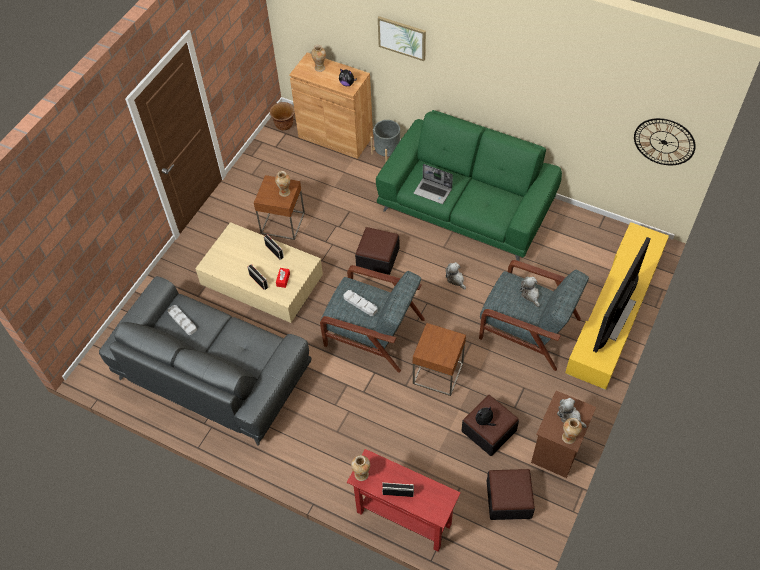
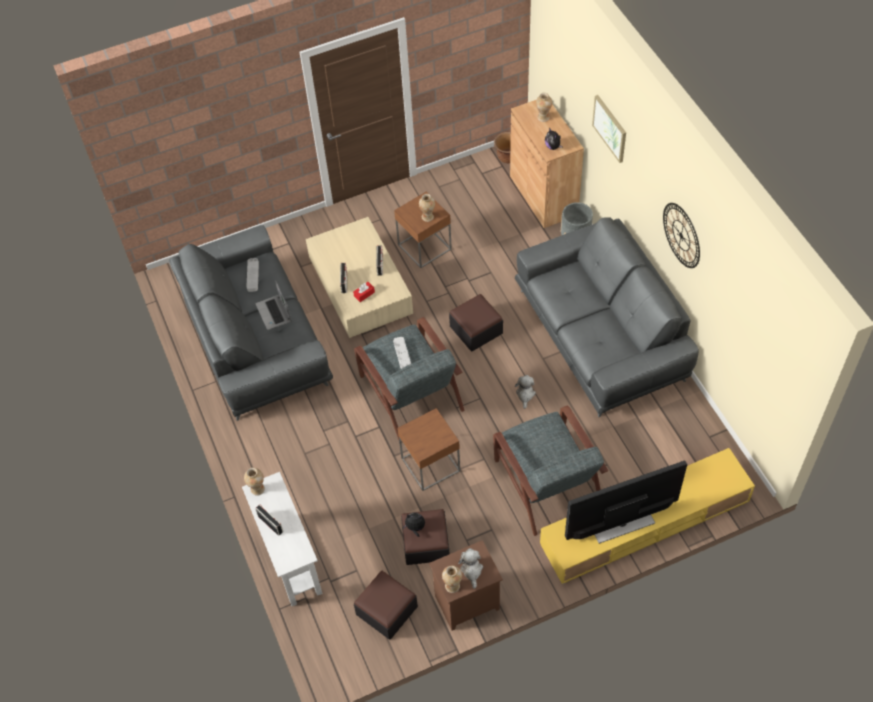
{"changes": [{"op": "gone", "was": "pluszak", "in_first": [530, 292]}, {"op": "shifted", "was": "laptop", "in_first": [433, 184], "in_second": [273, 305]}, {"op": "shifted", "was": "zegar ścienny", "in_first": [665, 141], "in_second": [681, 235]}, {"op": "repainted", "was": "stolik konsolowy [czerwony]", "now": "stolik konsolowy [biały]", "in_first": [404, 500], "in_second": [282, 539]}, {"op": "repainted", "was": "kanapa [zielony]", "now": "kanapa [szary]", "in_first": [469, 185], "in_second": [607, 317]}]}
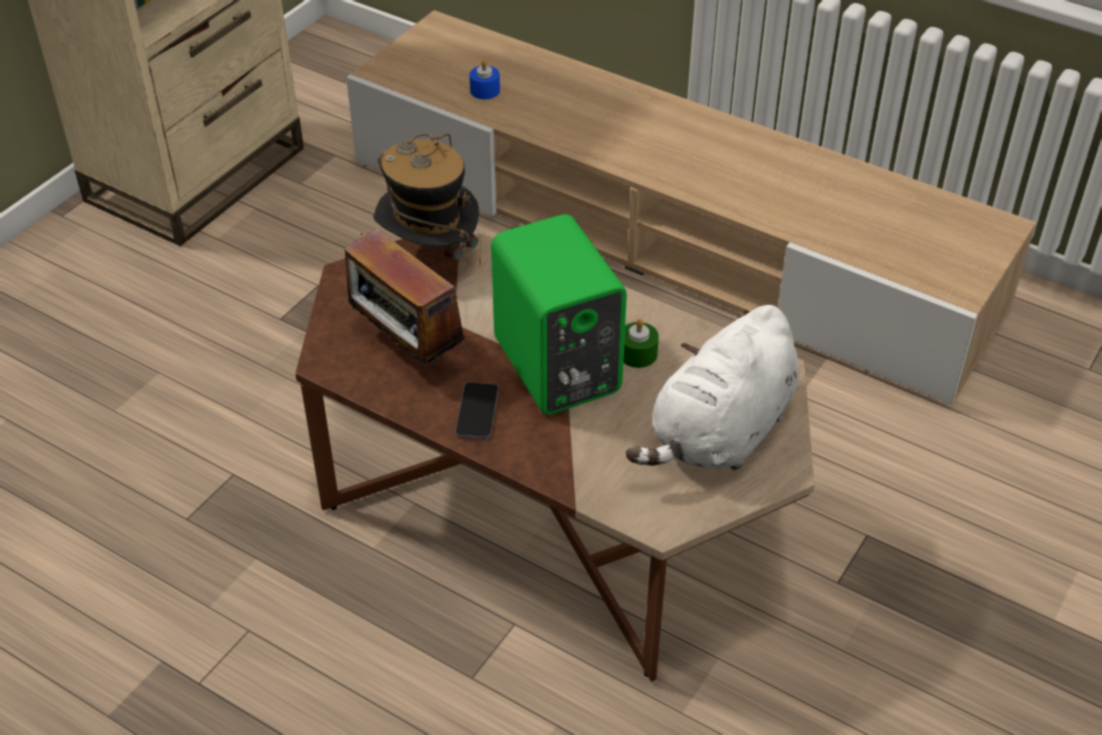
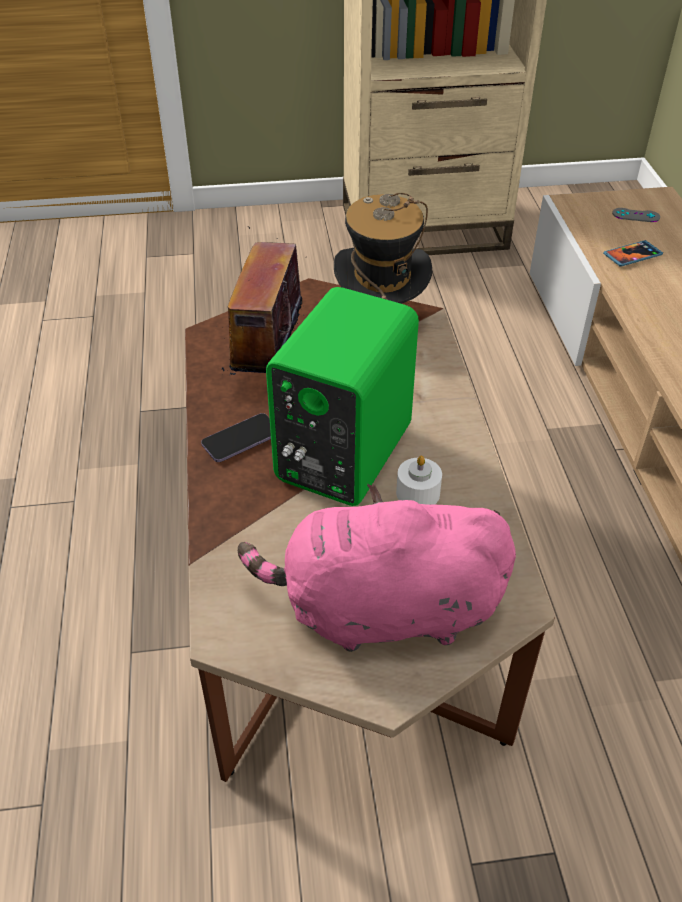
{"changes": [{"op": "new", "now": "pad do gier [szary]", "in_second": [636, 215]}, {"op": "swapped", "was": "świeca [niebieski]", "now": "telefon", "in_first": [484, 79], "in_second": [633, 253]}, {"op": "repainted", "was": "świeca [zielony]", "now": "świeca [biały]", "in_first": [641, 343], "in_second": [419, 480]}, {"op": "repainted", "was": "pluszak [biały]", "now": "pluszak [różowy]", "in_first": [712, 387], "in_second": [377, 568]}]}
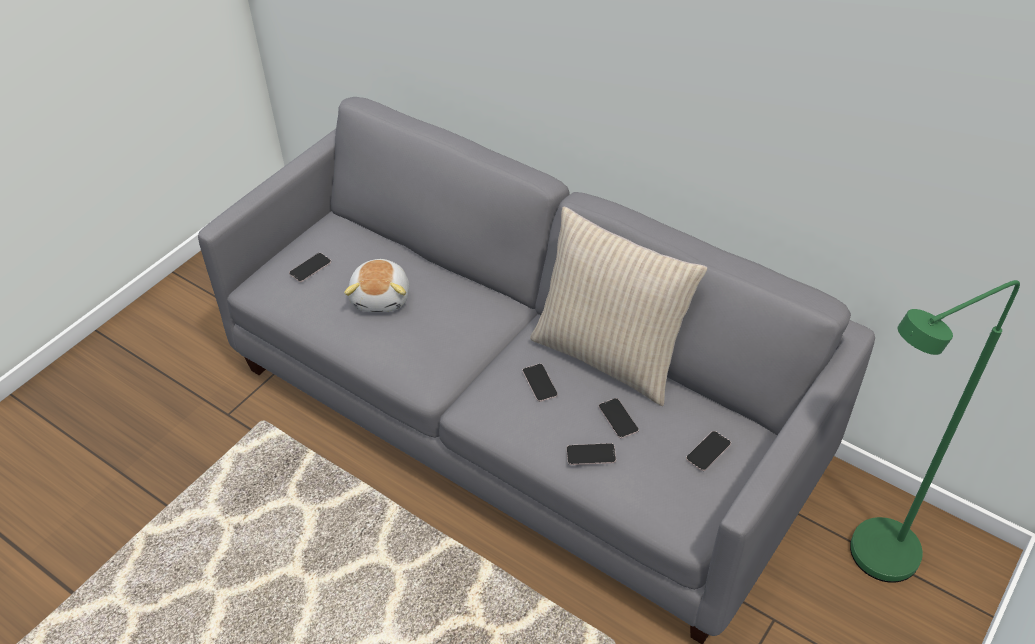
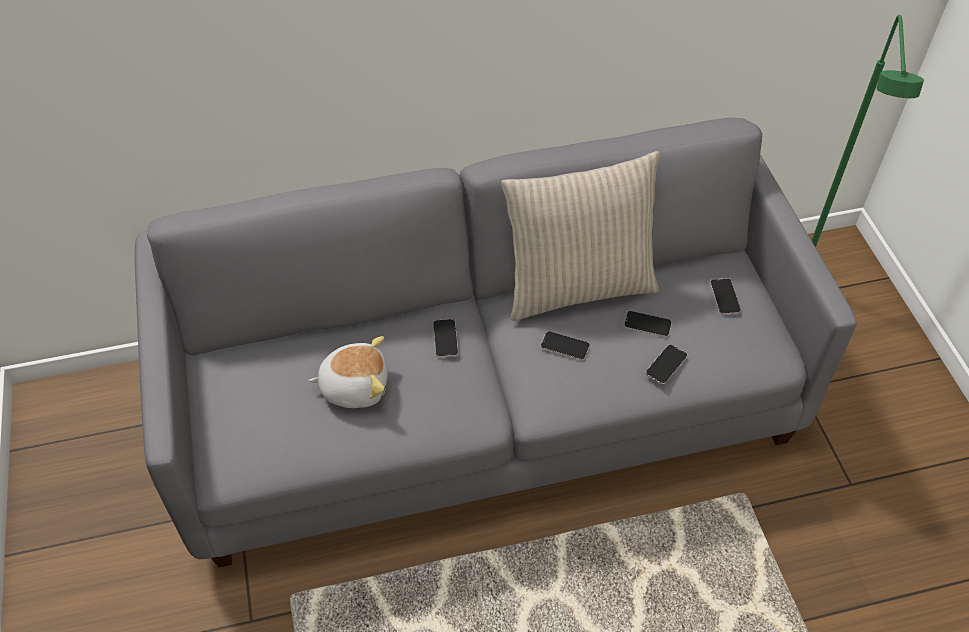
{"changes": [{"op": "shifted", "was": "telefon", "in_first": [310, 267], "in_second": [445, 338]}, {"op": "rotated", "was": "pluszak", "in_first": [376, 286], "in_second": [348, 372], "clockwise": -45}]}
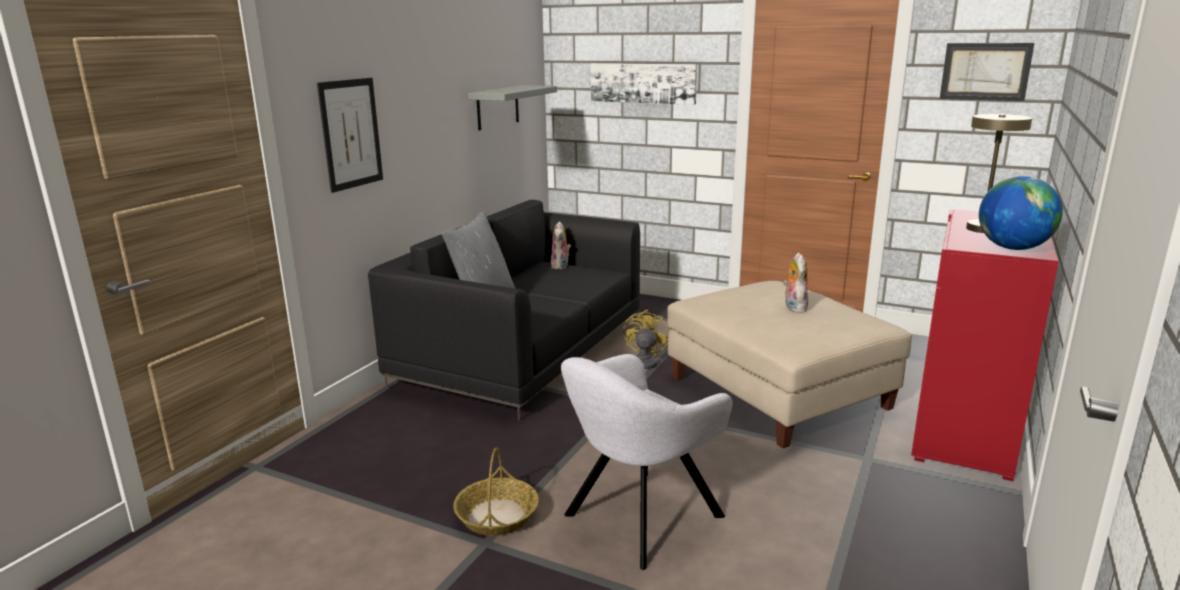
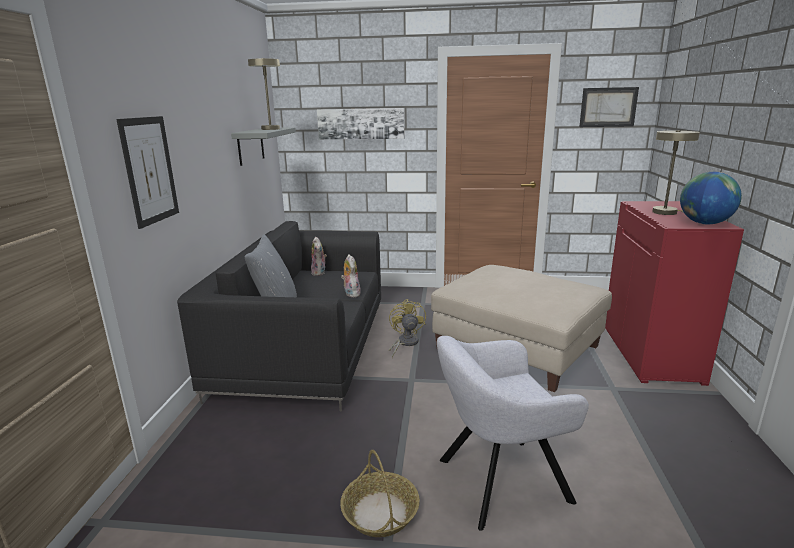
{"changes": [{"op": "new", "now": "lampa stołowa [beżowy]", "in_second": [264, 94]}, {"op": "shifted", "was": "pluszak", "in_first": [795, 283], "in_second": [351, 275]}, {"op": "rotated", "was": "fotel [szary]", "in_first": [647, 462], "in_second": [513, 433], "clockwise": 45}]}
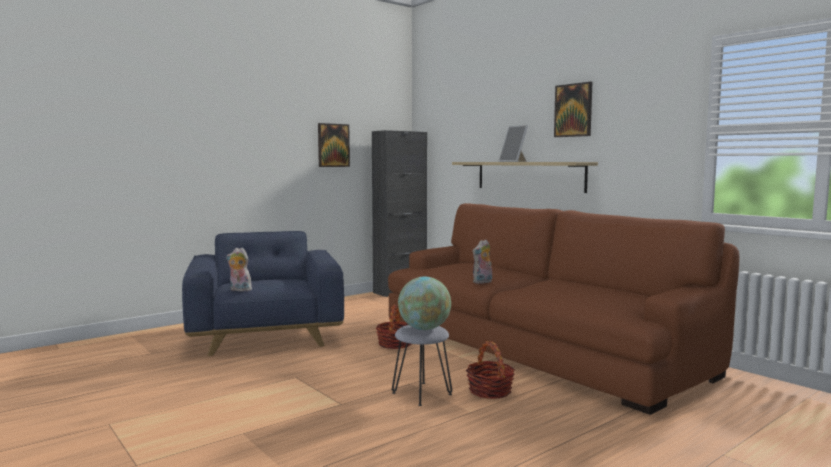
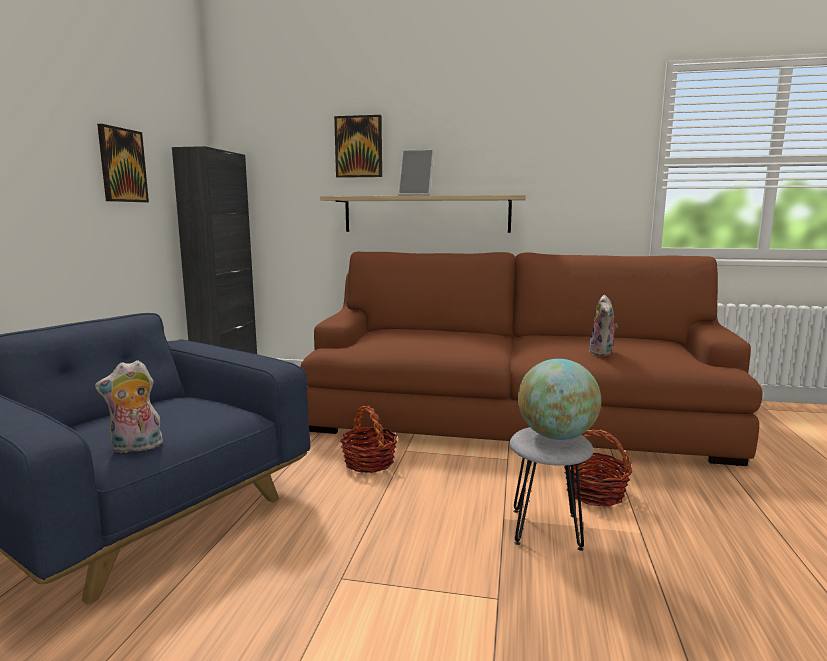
{"changes": [{"op": "shifted", "was": "pluszak", "in_first": [482, 261], "in_second": [603, 325]}, {"op": "shifted", "was": "obraz", "in_first": [573, 109], "in_second": [358, 146]}]}
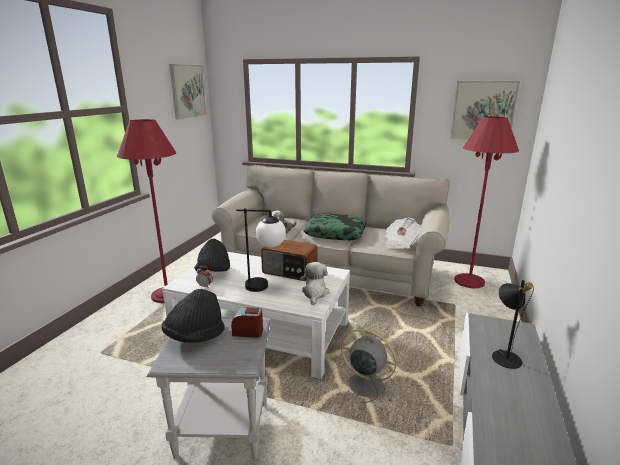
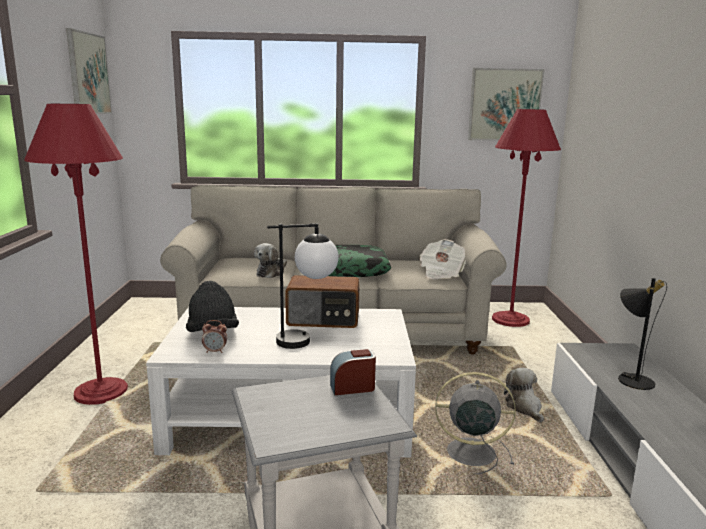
{"changes": [{"op": "gone", "was": "kapelusz [czarny]", "in_first": [193, 316]}, {"op": "shifted", "was": "pluszak", "in_first": [315, 283], "in_second": [524, 395]}]}
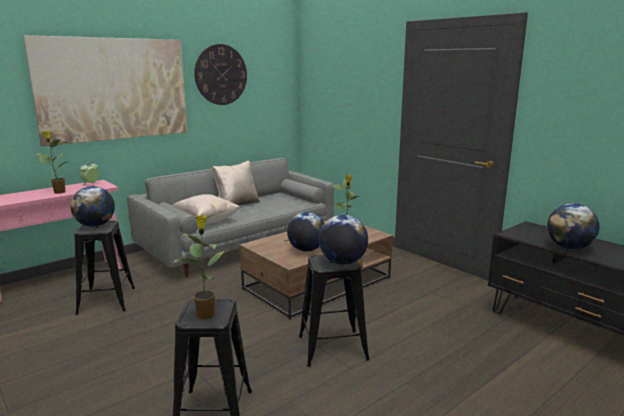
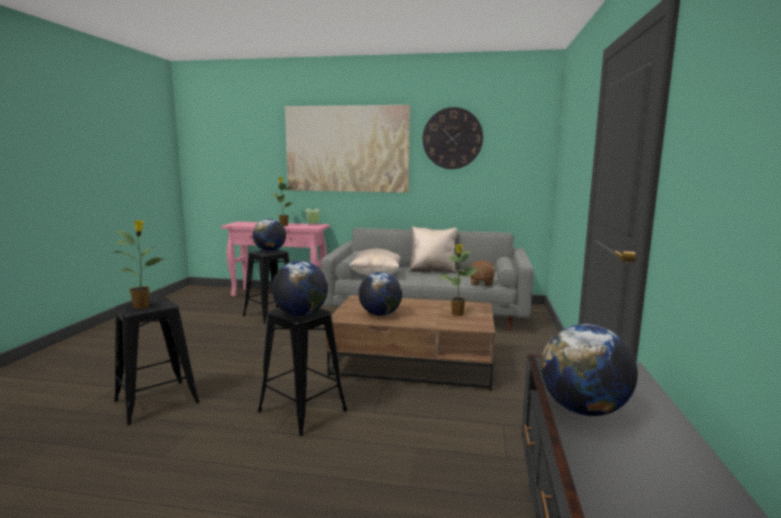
{"changes": [{"op": "new", "now": "pluszak [brązowy]", "in_second": [483, 273]}]}
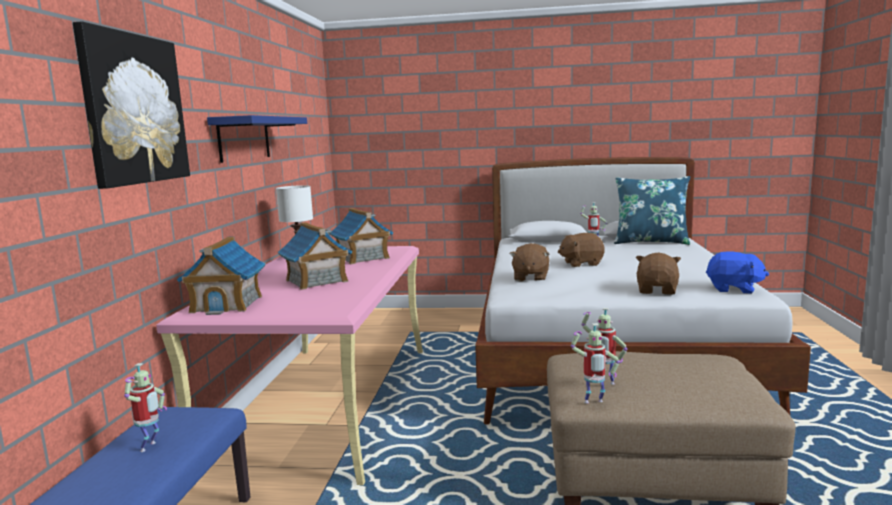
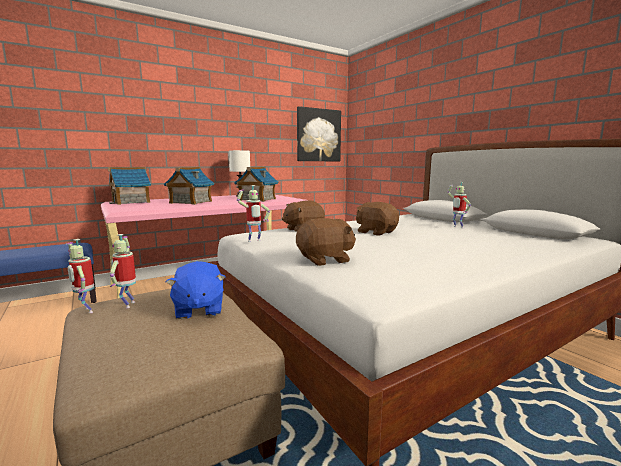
{"changes": [{"op": "gone", "was": "półka [niebieski]", "in_first": [257, 139]}, {"op": "gone", "was": "poduszka [niebieski]", "in_first": [652, 210]}, {"op": "shifted", "was": "obraz", "in_first": [131, 105], "in_second": [319, 133]}, {"op": "shifted", "was": "robot zabawkowy", "in_first": [145, 407], "in_second": [253, 213]}, {"op": "shifted", "was": "pluszak [niebieski]", "in_first": [737, 273], "in_second": [195, 290]}]}
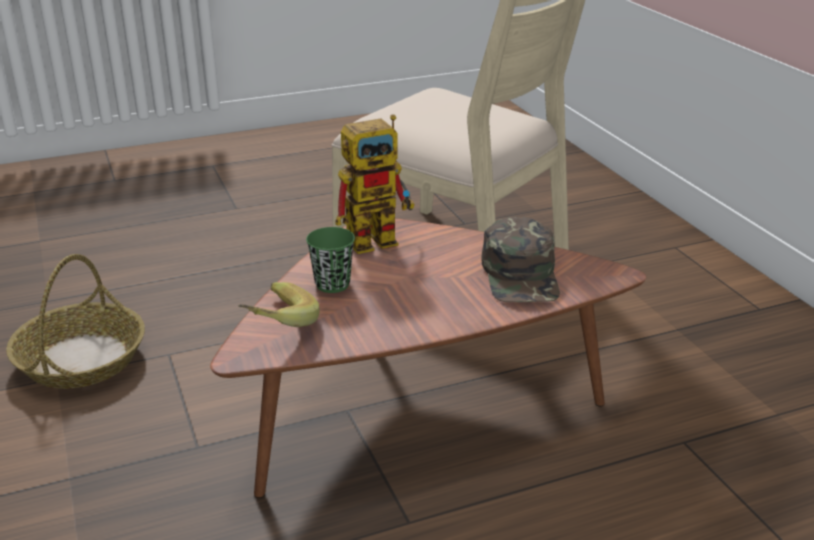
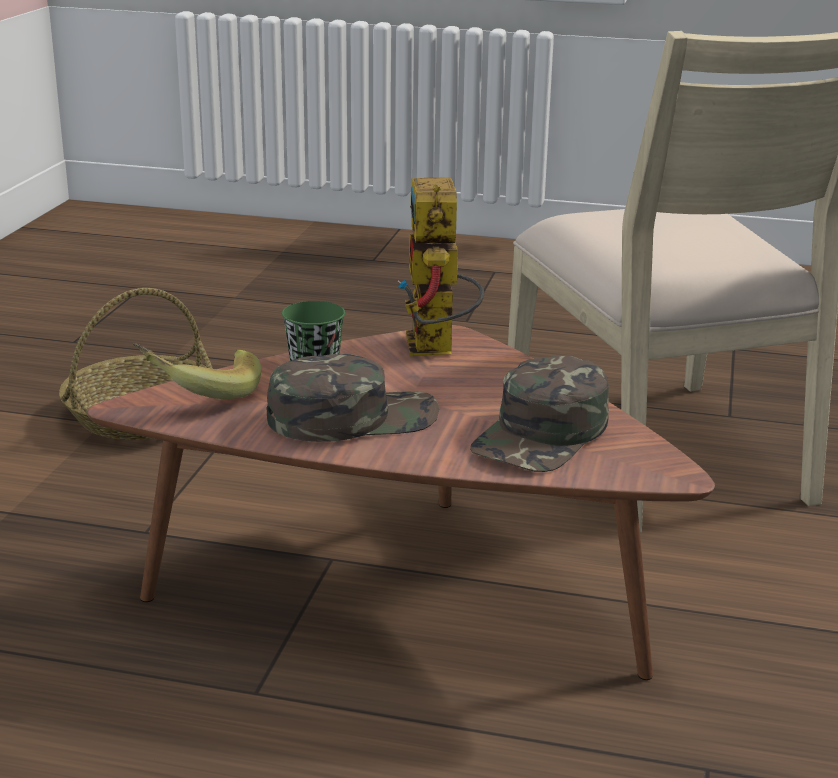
{"changes": [{"op": "new", "now": "czapka z daszkiem [zielony]", "in_second": [353, 398]}, {"op": "rotated", "was": "robot zabawkowy", "in_first": [375, 184], "in_second": [441, 267], "clockwise": 75}]}
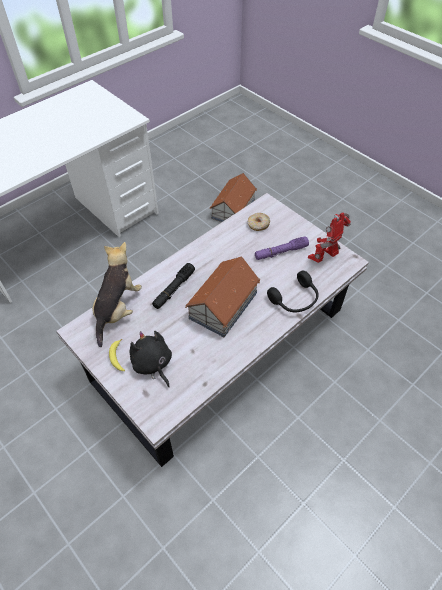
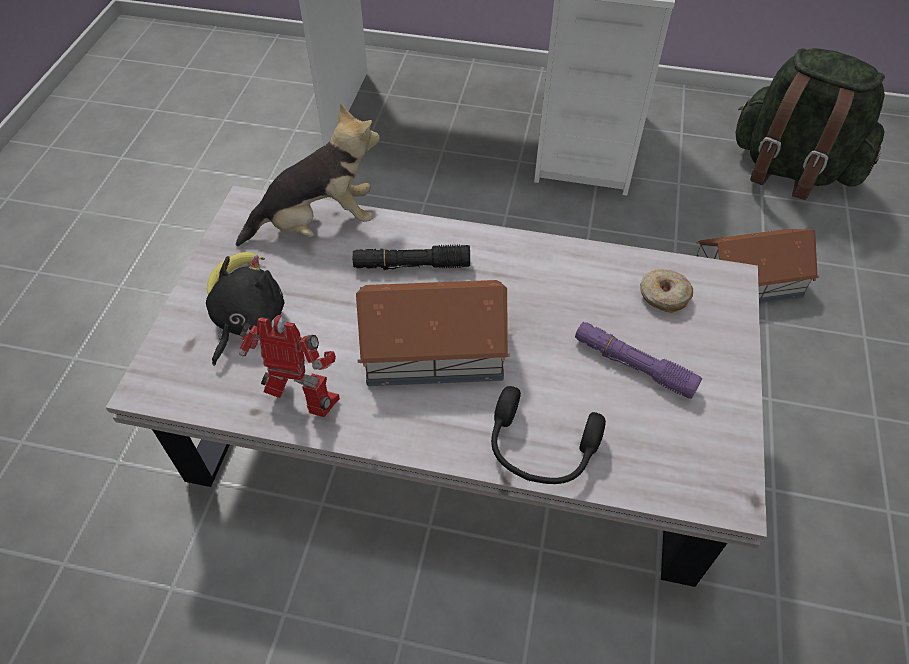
{"changes": [{"op": "new", "now": "plecak [zielony]", "in_second": [810, 124]}, {"op": "shifted", "was": "robot zabawkowy", "in_first": [329, 238], "in_second": [289, 366]}]}
